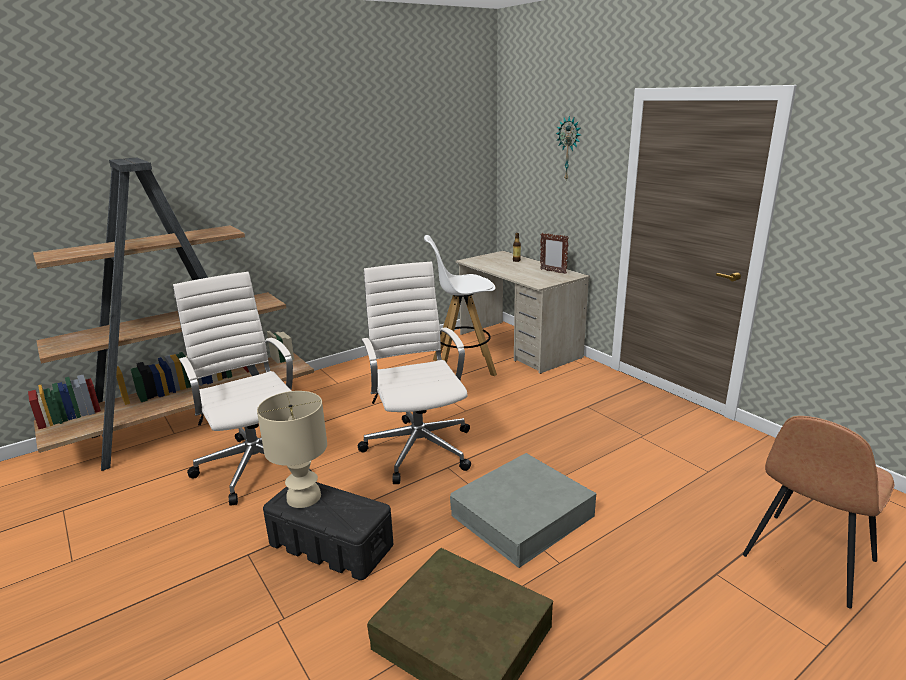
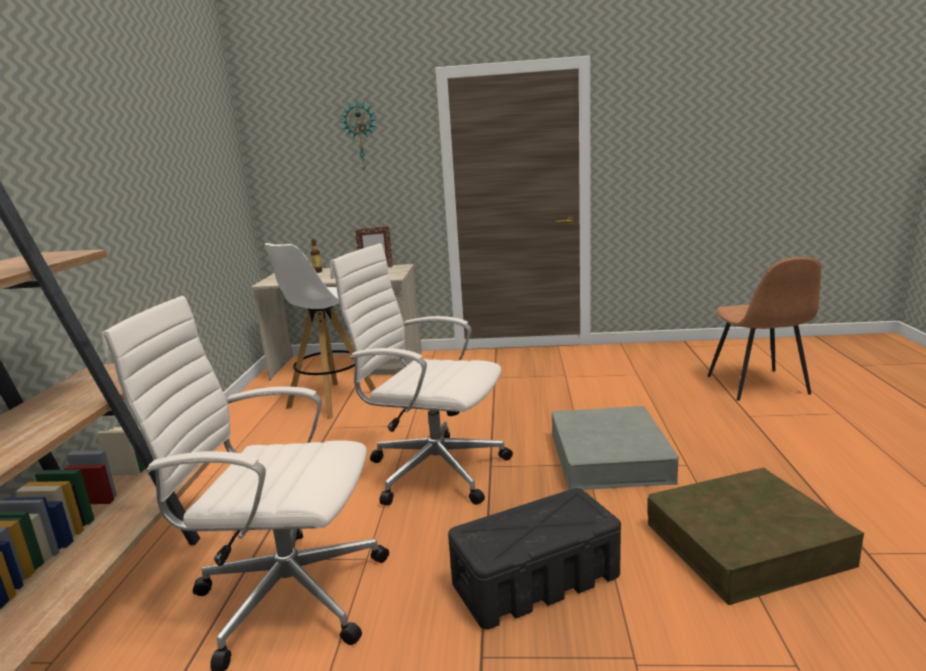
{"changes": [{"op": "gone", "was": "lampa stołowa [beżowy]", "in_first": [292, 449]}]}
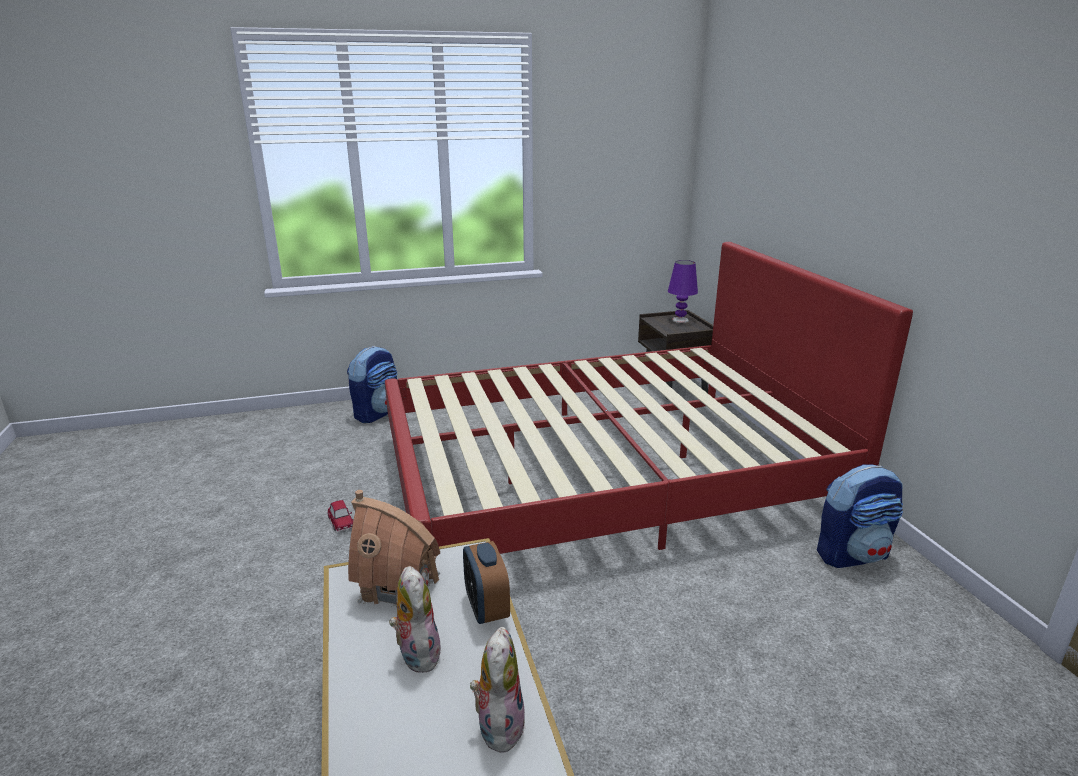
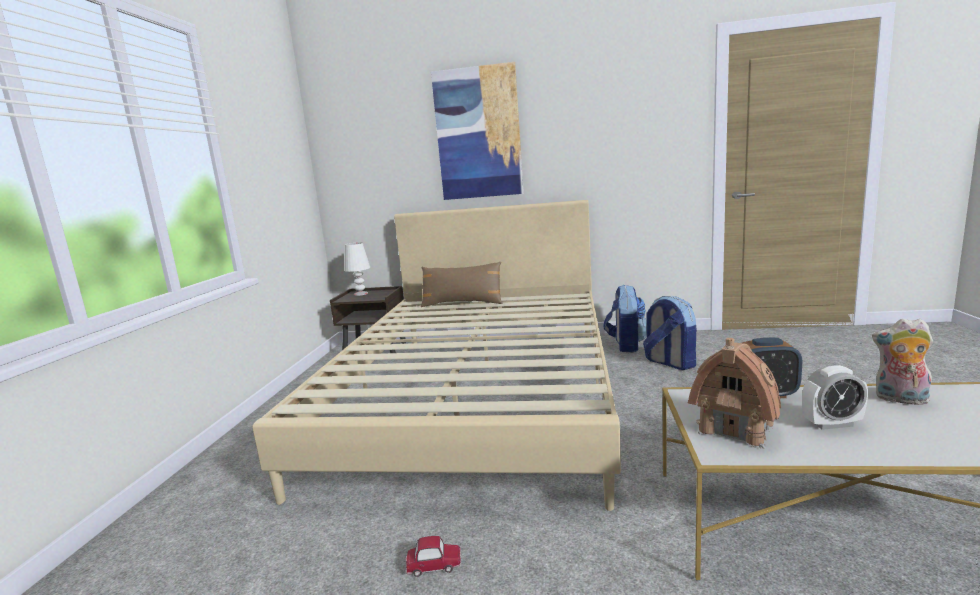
{"changes": [{"op": "new", "now": "poduszka [brązowy]", "in_second": [462, 284]}, {"op": "new", "now": "obraz", "in_second": [477, 131]}, {"op": "shifted", "was": "plecak", "in_first": [372, 384], "in_second": [669, 333]}, {"op": "swapped", "was": "pluszak", "now": "budzik", "in_first": [415, 619], "in_second": [835, 397]}, {"op": "repainted", "was": "łóżko [czerwony]", "now": "łóżko [beżowy]", "in_first": [649, 398], "in_second": [436, 355]}, {"op": "repainted", "was": "lampa stołowa [fioletowy]", "now": "lampa stołowa [biały]", "in_first": [683, 291], "in_second": [357, 269]}]}
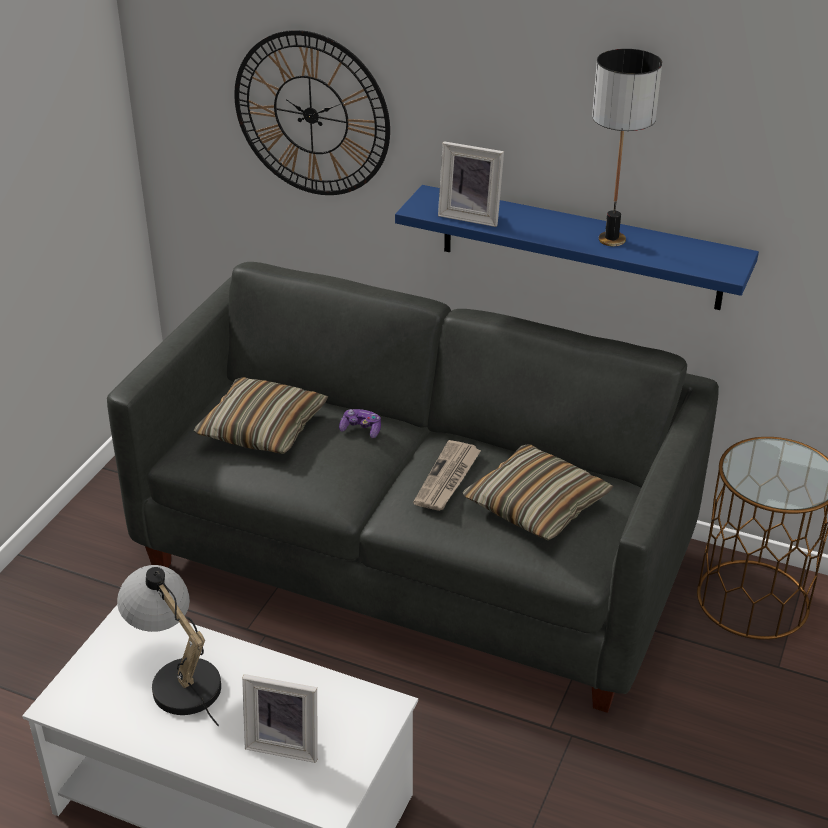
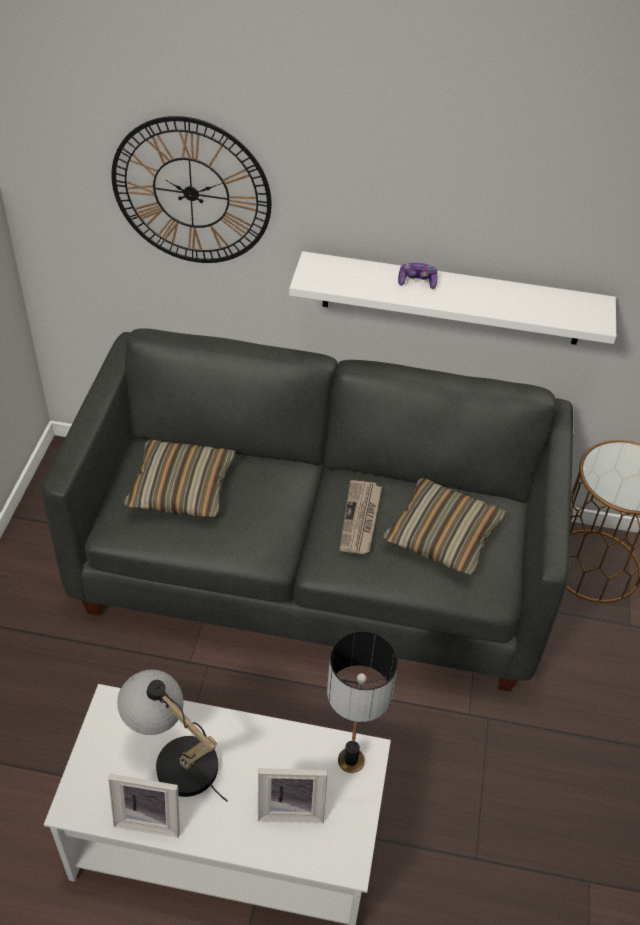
{"changes": [{"op": "shifted", "was": "pad do gier", "in_first": [360, 423], "in_second": [417, 276]}, {"op": "shifted", "was": "ramka na zdjęcie", "in_first": [471, 184], "in_second": [144, 806]}, {"op": "shifted", "was": "lampa stołowa", "in_first": [627, 147], "in_second": [362, 702]}, {"op": "repainted", "was": "półka [niebieski]", "now": "półka [biały]", "in_first": [577, 247], "in_second": [452, 298]}]}
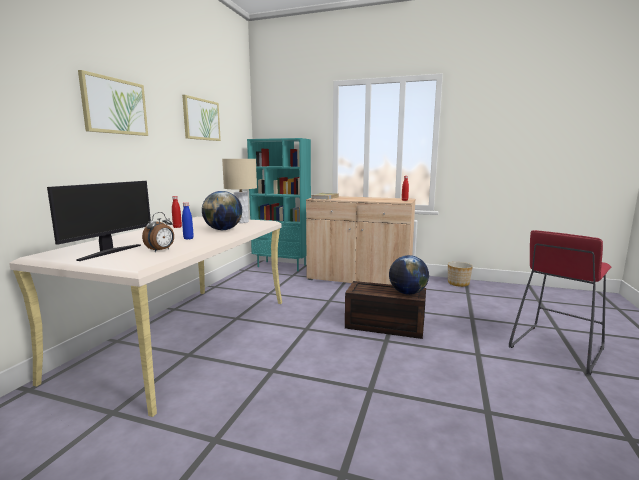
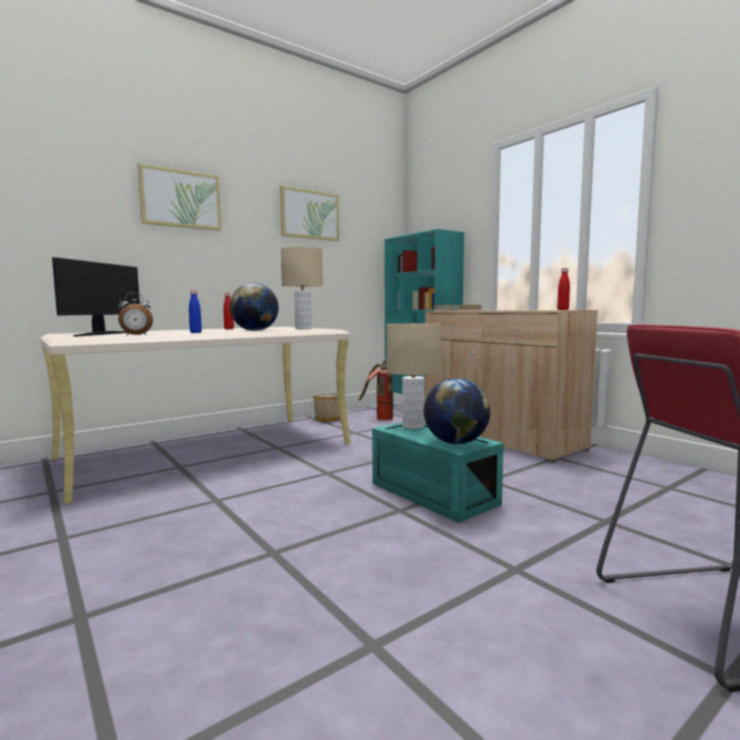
{"changes": [{"op": "new", "now": "gaśnica", "in_second": [376, 390]}, {"op": "new", "now": "lampa stołowa [beżowy]", "in_second": [414, 376]}, {"op": "shifted", "was": "donica", "in_first": [460, 274], "in_second": [326, 407]}, {"op": "repainted", "was": "pojemnik do przechowywania [brązowy]", "now": "pojemnik do przechowywania [turkusowy]", "in_first": [385, 310], "in_second": [438, 472]}, {"op": "rotated", "was": "monitor", "in_first": [99, 221], "in_second": [96, 296], "clockwise": -45}]}
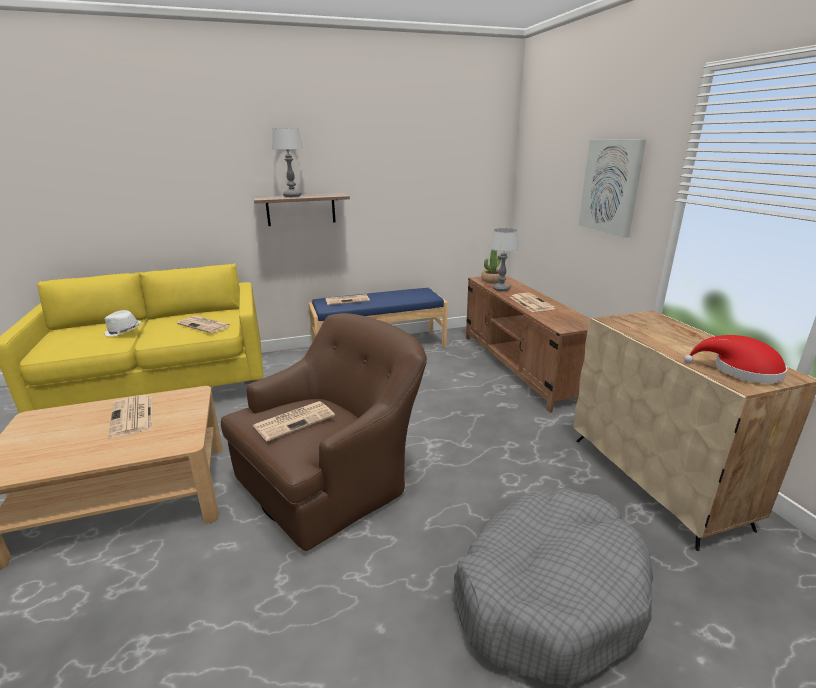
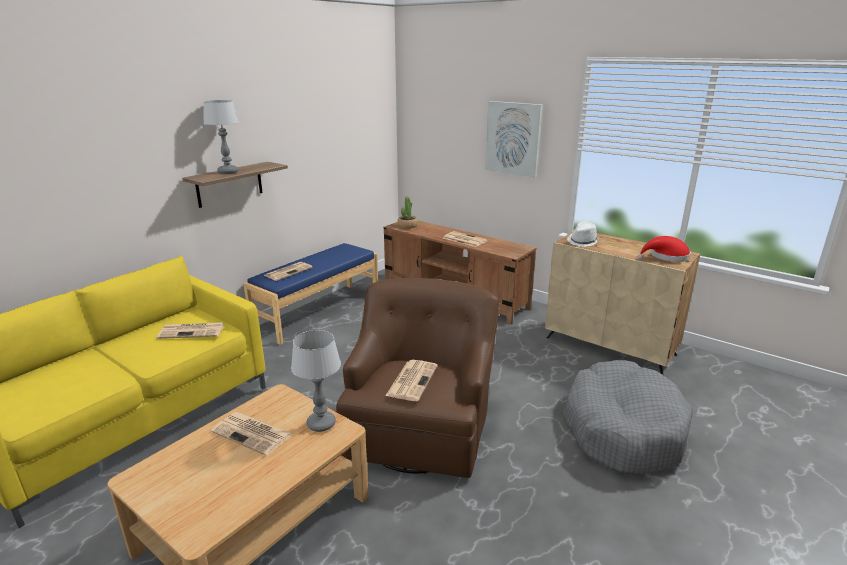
{"changes": [{"op": "shifted", "was": "kapelusz [biały]", "in_first": [123, 323], "in_second": [583, 234]}, {"op": "shifted", "was": "lampa stołowa", "in_first": [504, 259], "in_second": [316, 381]}]}
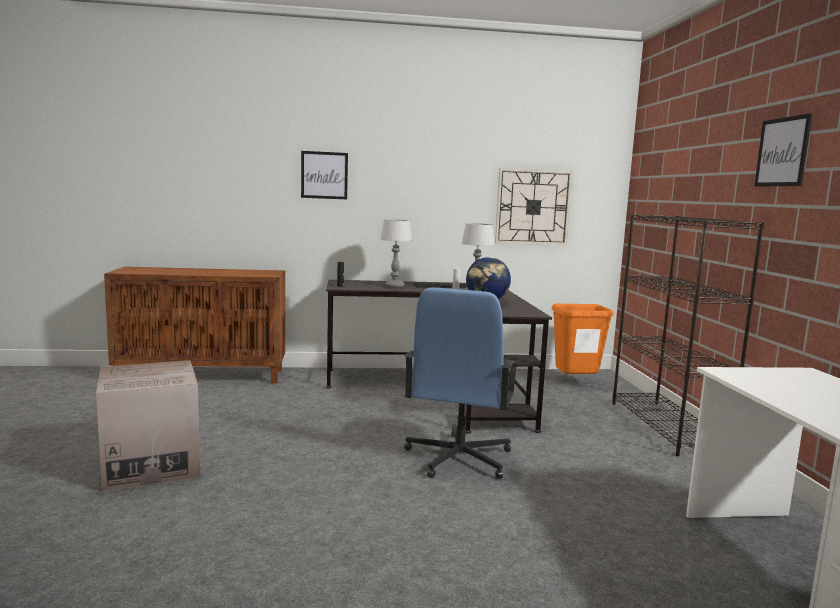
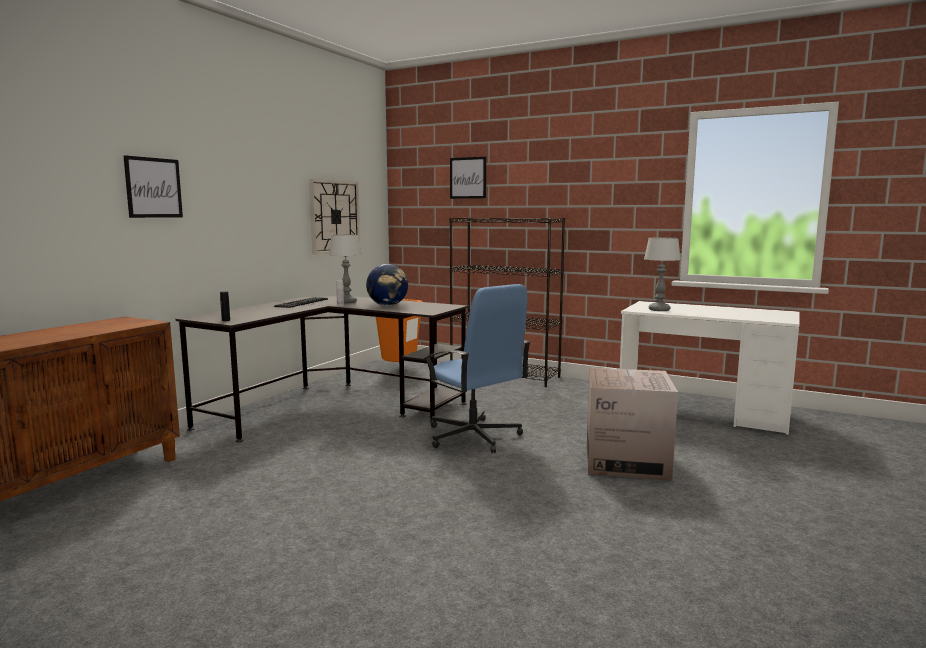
{"changes": [{"op": "shifted", "was": "karton", "in_first": [148, 426], "in_second": [632, 424]}, {"op": "shifted", "was": "lampa stołowa", "in_first": [396, 253], "in_second": [662, 274]}, {"op": "shifted", "was": "obraz", "in_first": [783, 149], "in_second": [468, 178]}]}
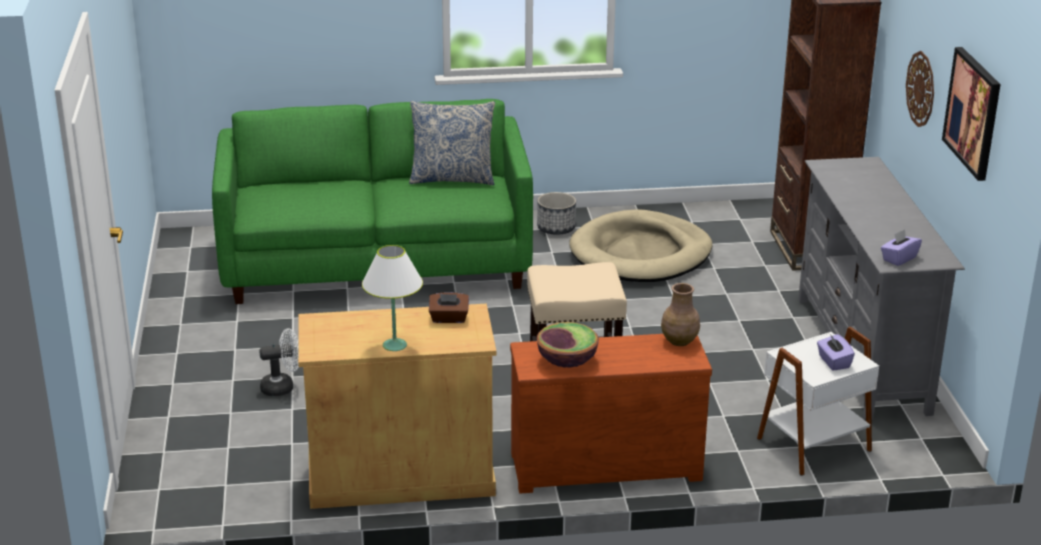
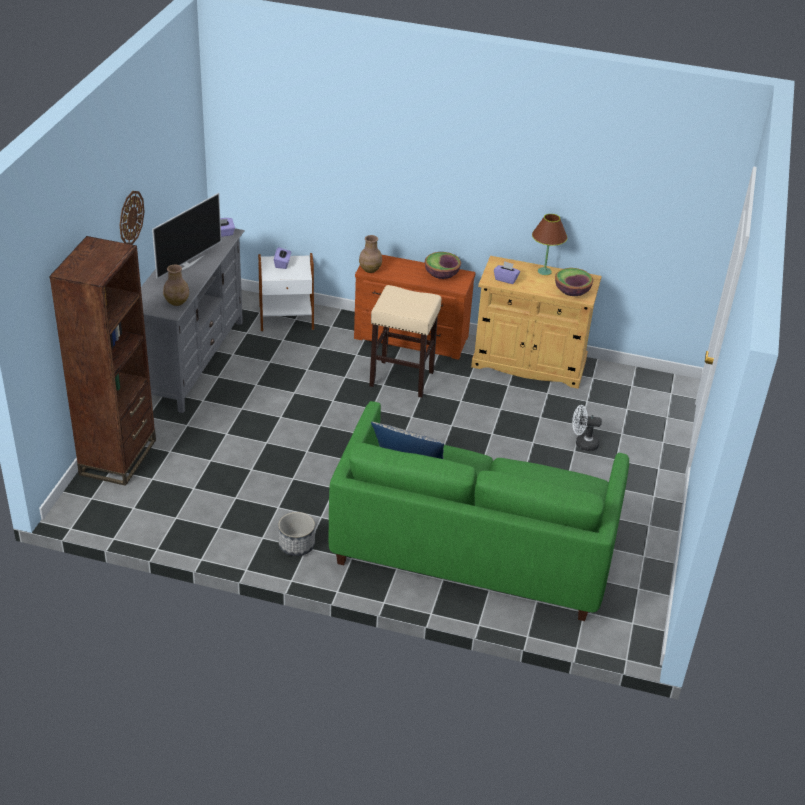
{"changes": [{"op": "gone", "was": "legowisko [beżowy]", "in_first": [640, 245]}, {"op": "gone", "was": "obraz", "in_first": [971, 114]}, {"op": "new", "now": "telewizor", "in_second": [186, 236]}, {"op": "new", "now": "wazon [brązowy]", "in_second": [176, 285]}, {"op": "new", "now": "miska", "in_second": [574, 282]}, {"op": "repainted", "was": "lampa stołowa [biały]", "now": "lampa stołowa [brązowy]", "in_first": [392, 298], "in_second": [549, 244]}, {"op": "repainted", "was": "pudełko chusteczek [brązowy]", "now": "pudełko chusteczek [fioletowy]", "in_first": [449, 307], "in_second": [507, 272]}]}
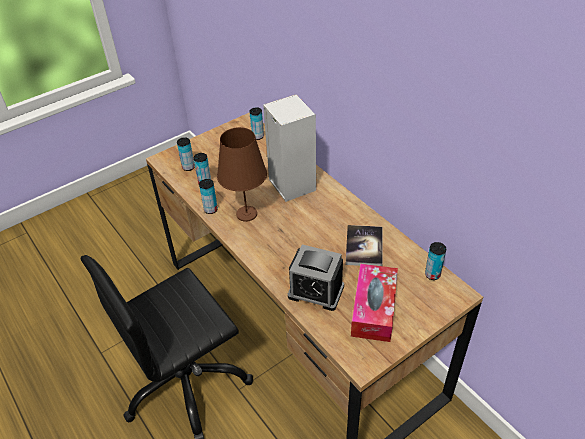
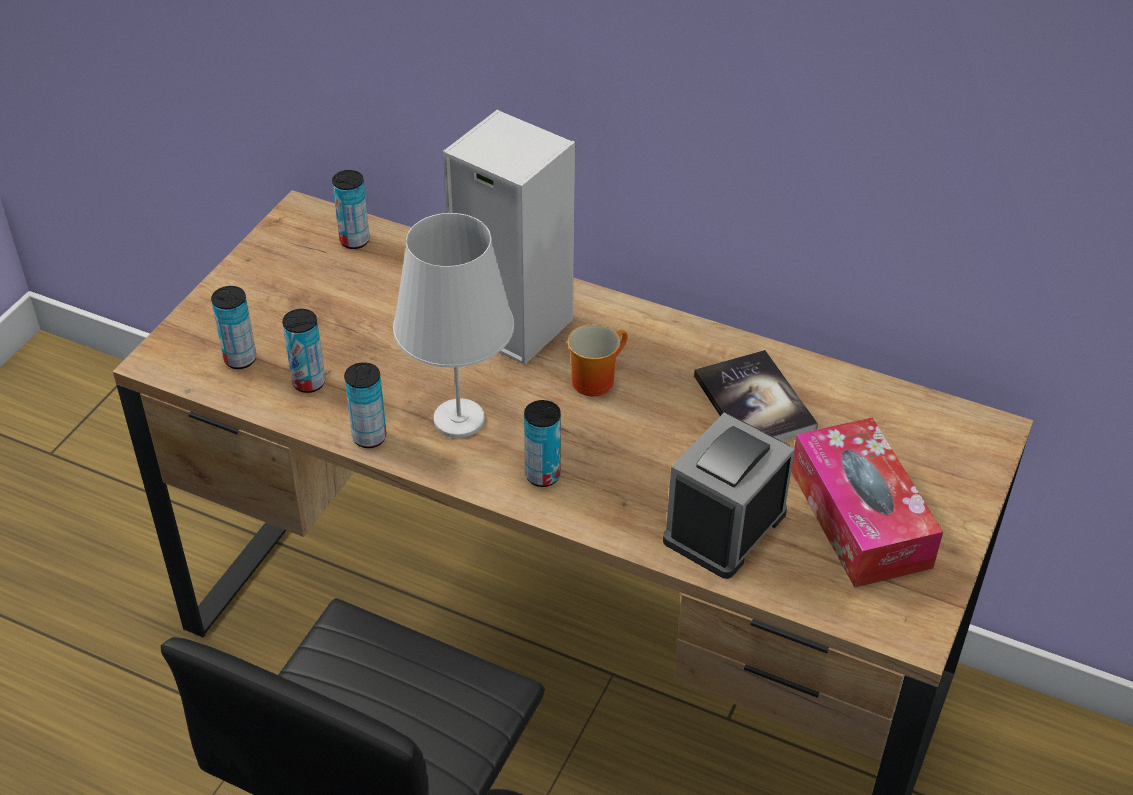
{"changes": [{"op": "new", "now": "kubek", "in_second": [597, 360]}, {"op": "shifted", "was": "puszka", "in_first": [435, 261], "in_second": [542, 443]}, {"op": "repainted", "was": "lampa stołowa [brązowy]", "now": "lampa stołowa [biały]", "in_first": [242, 174], "in_second": [453, 325]}, {"op": "rotated", "was": "budzik", "in_first": [316, 277], "in_second": [729, 496], "clockwise": 135}]}
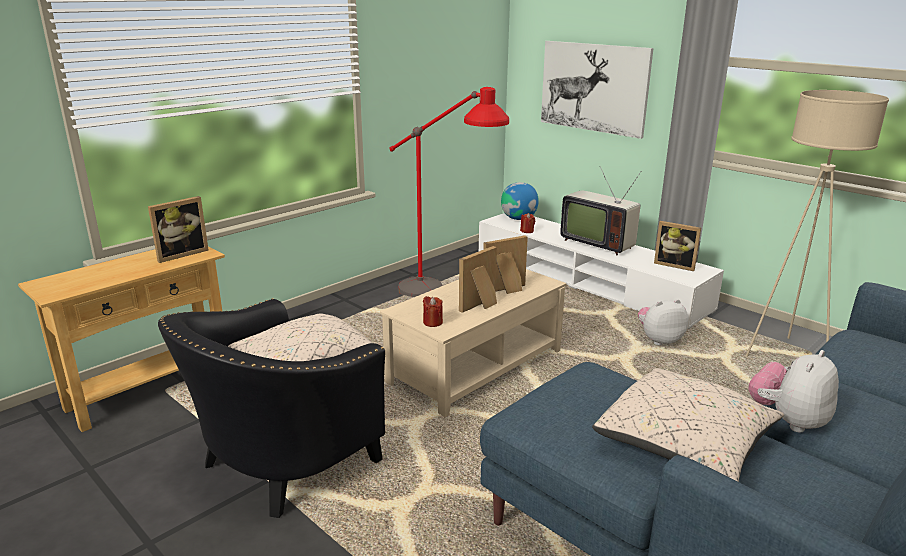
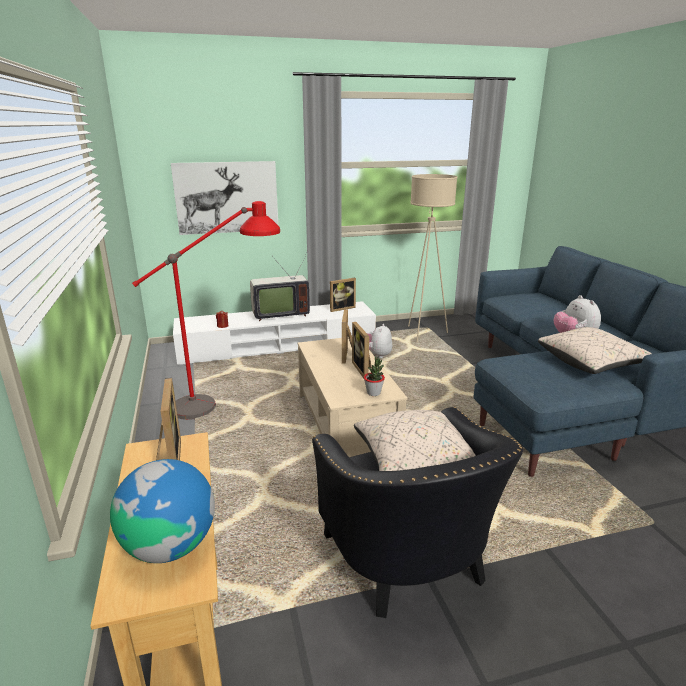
{"changes": [{"op": "shifted", "was": "globus", "in_first": [520, 201], "in_second": [162, 511]}, {"op": "swapped", "was": "świeca [czerwony]", "now": "roślina doniczkowa", "in_first": [433, 311], "in_second": [374, 376]}]}
